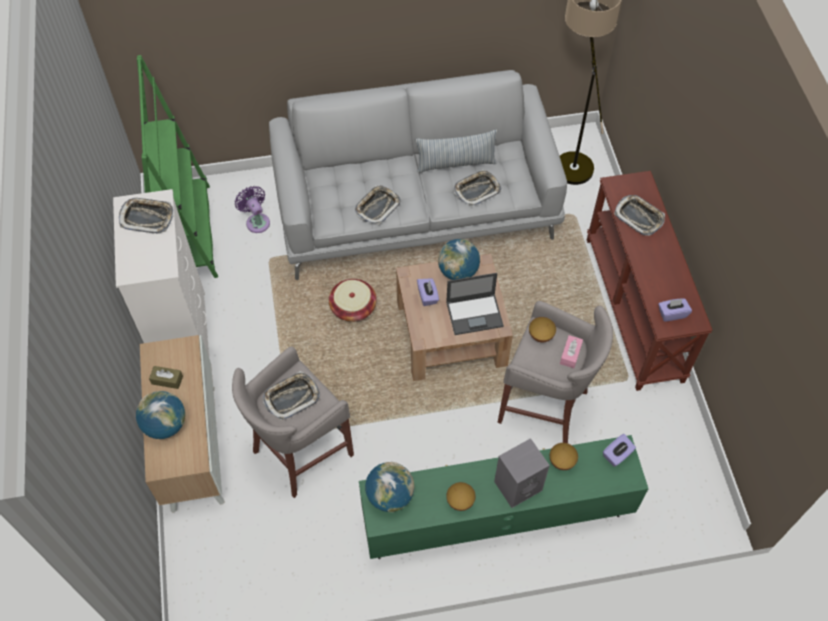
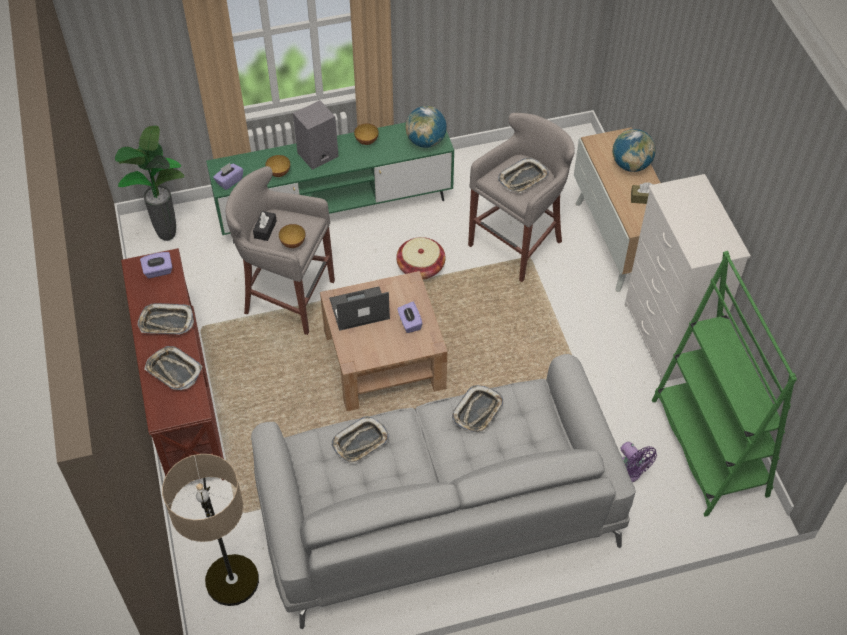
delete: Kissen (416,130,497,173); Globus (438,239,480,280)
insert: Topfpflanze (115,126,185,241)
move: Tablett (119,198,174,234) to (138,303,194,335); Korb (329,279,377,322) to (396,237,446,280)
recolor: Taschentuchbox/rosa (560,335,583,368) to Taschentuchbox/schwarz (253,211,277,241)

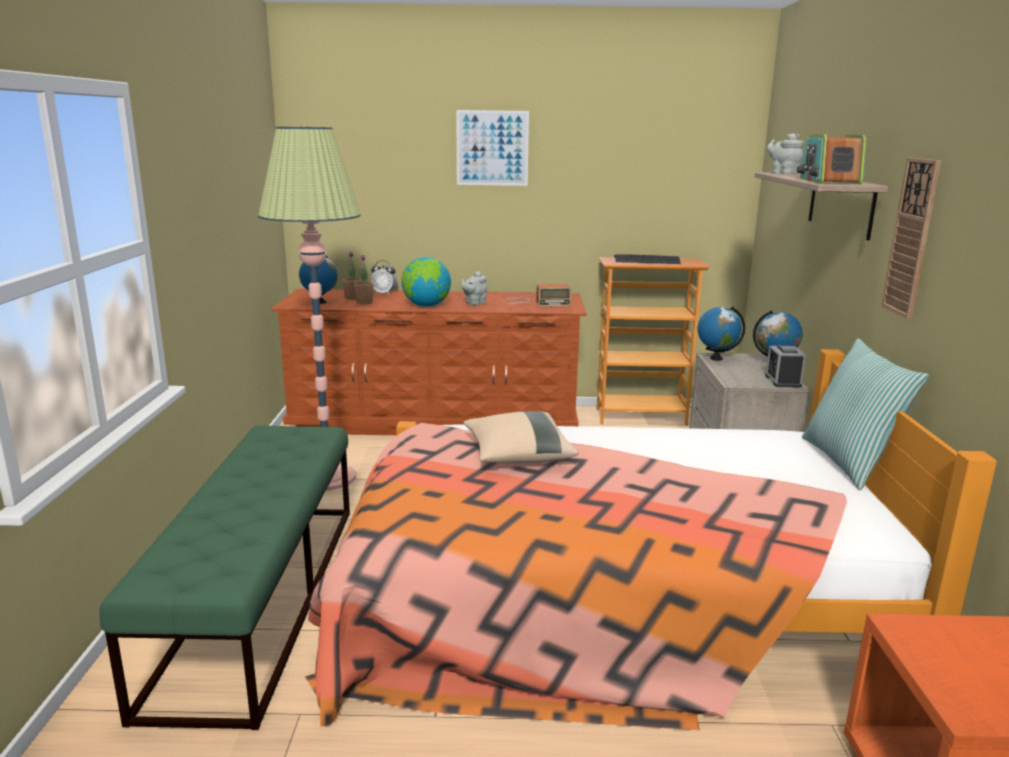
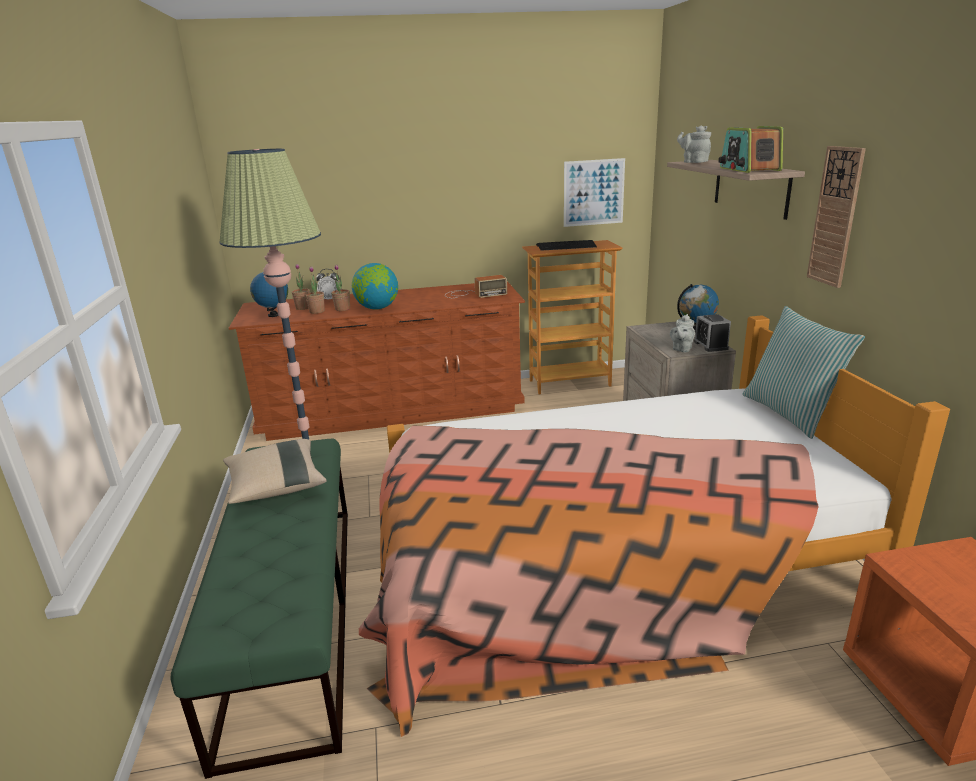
delete: Globus (697,306,745,361)
insert: Topfpflanze (331,265,350,311)
move: Bild (456,110,529,186) to (564,158,625,227); Teekanne/grau (461,271,487,305) to (670,314,695,352); Kissen/beige (463,411,579,464) to (223,439,327,504)

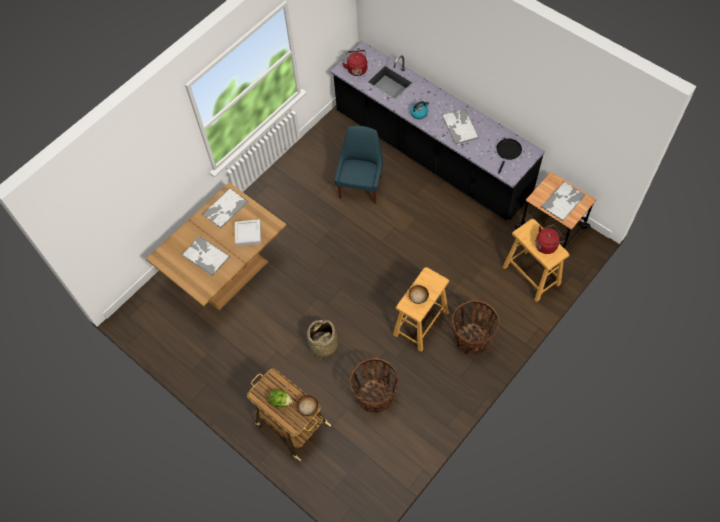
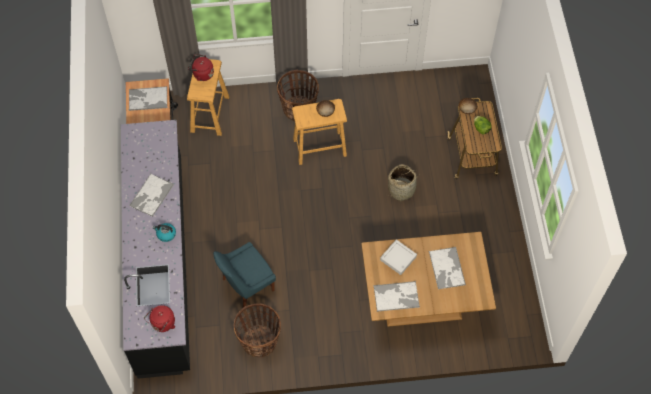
delete: Pfanne/schwarz (496,139,522,174)
move: Korb (350,358,398,413) to (234,303,281,358)

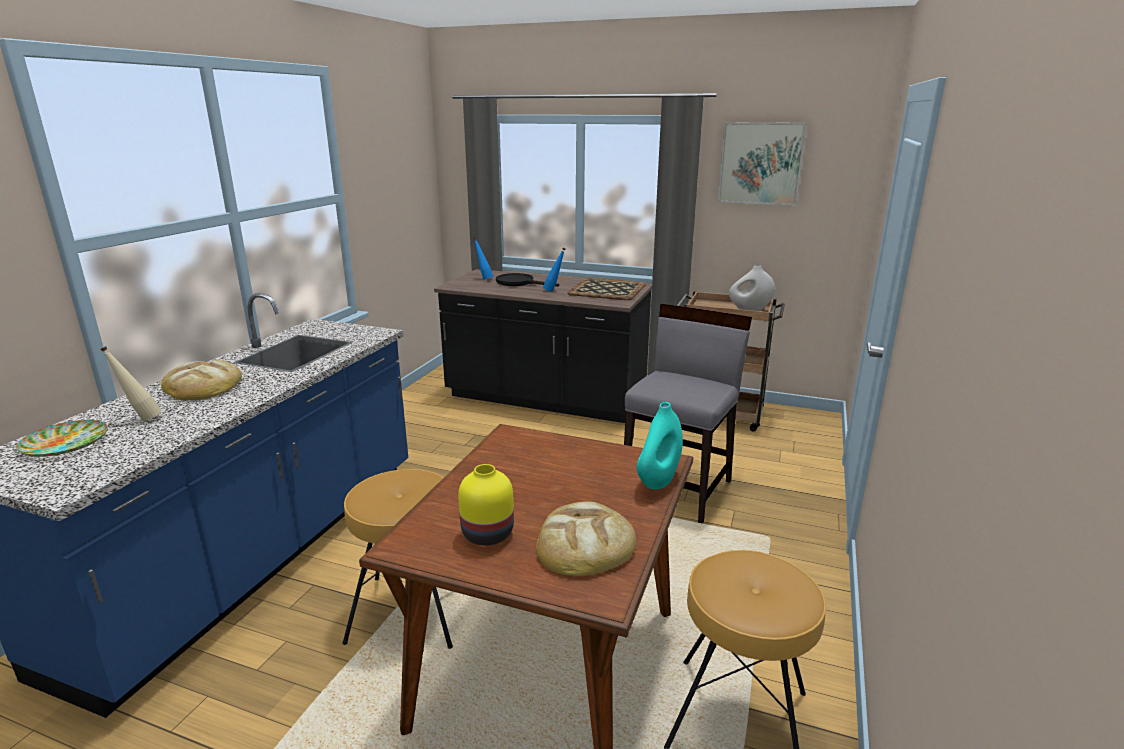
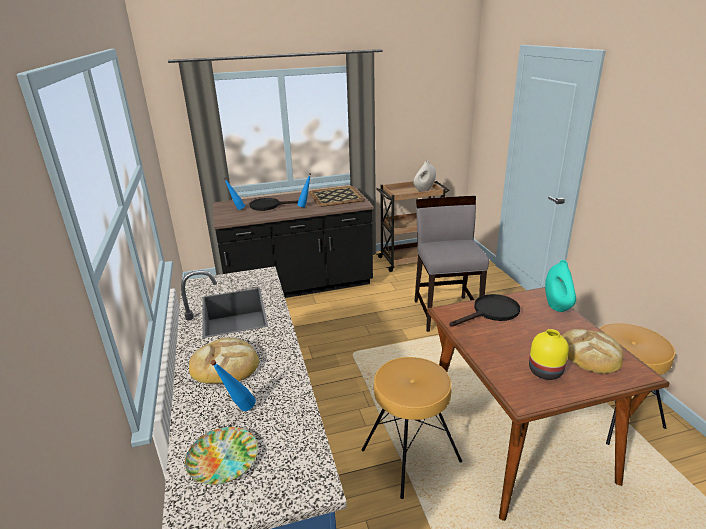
delete: Bild (718,122,807,206)
insert: Pfanne/schwarz (449,294,520,327)
recolor: Flasche/beige (100,346,162,421) to Flasche/blau (210,360,256,411)

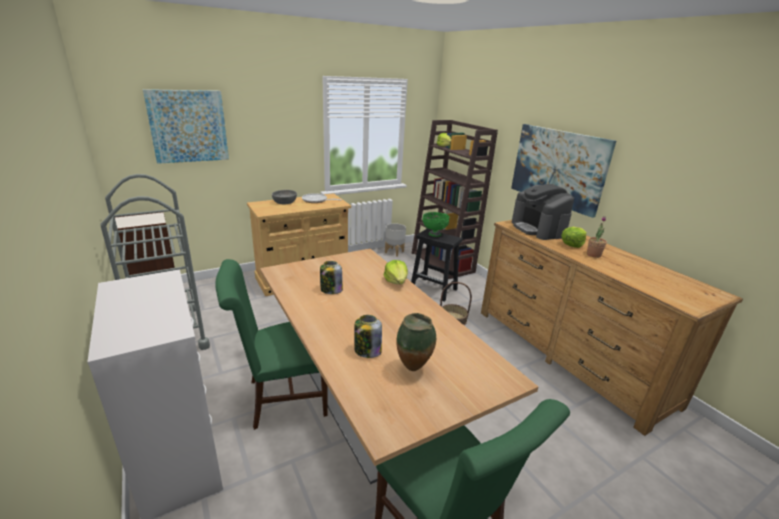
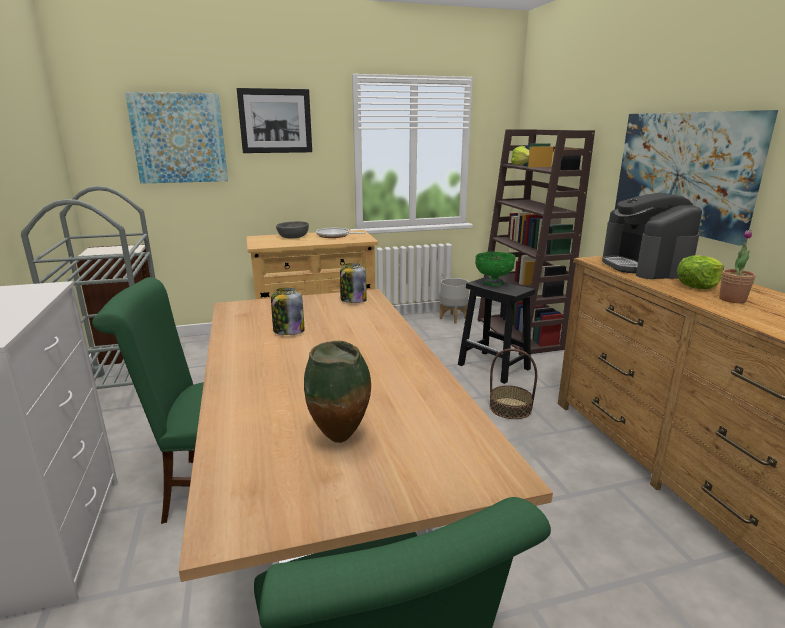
delete: Salatkopf (384,260,408,284)
insert: Bild (237,88,312,153)
move: Vorratsglas (354,315,382,358) to (340,263,367,303)

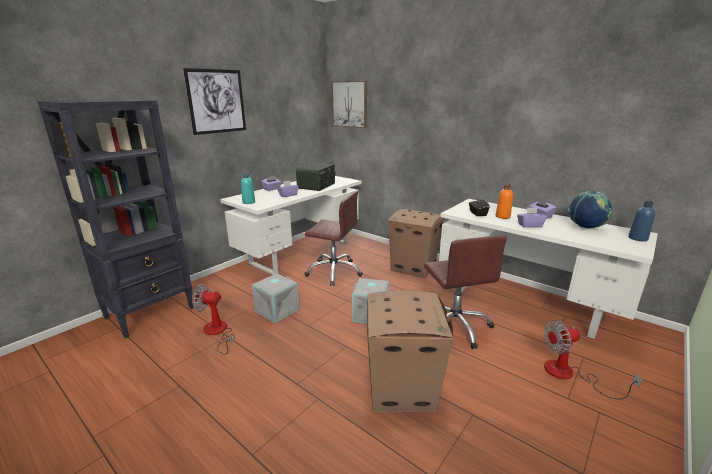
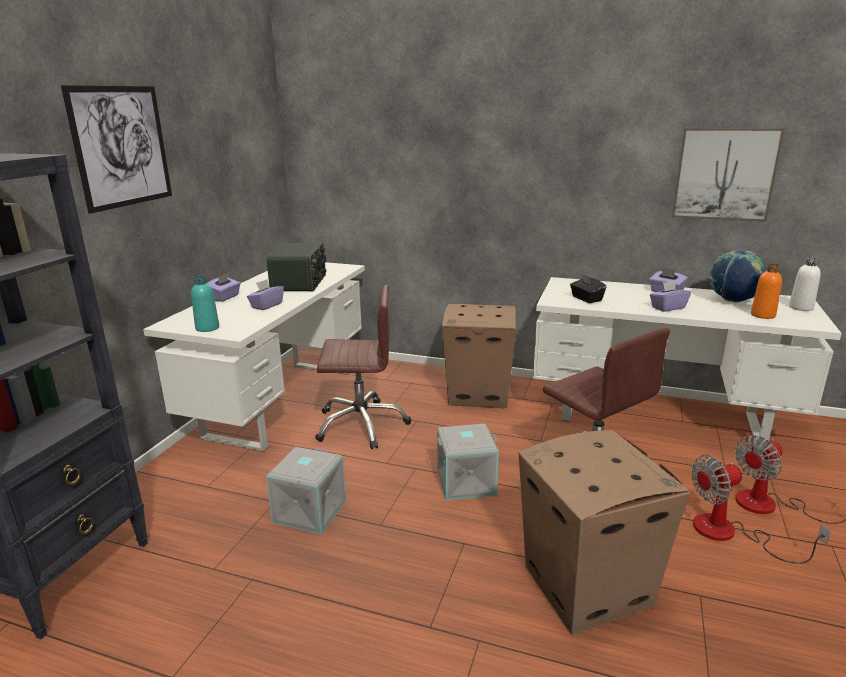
move: Bild (331,81,367,128) to (672,128,785,222); Flasche/orange (496,184,513,219) to (751,264,782,319); Ventilator (192,283,235,354) to (691,455,831,564)
recolor: Flasche/blau (628,201,655,241) to Flasche/weiß (789,257,821,311)

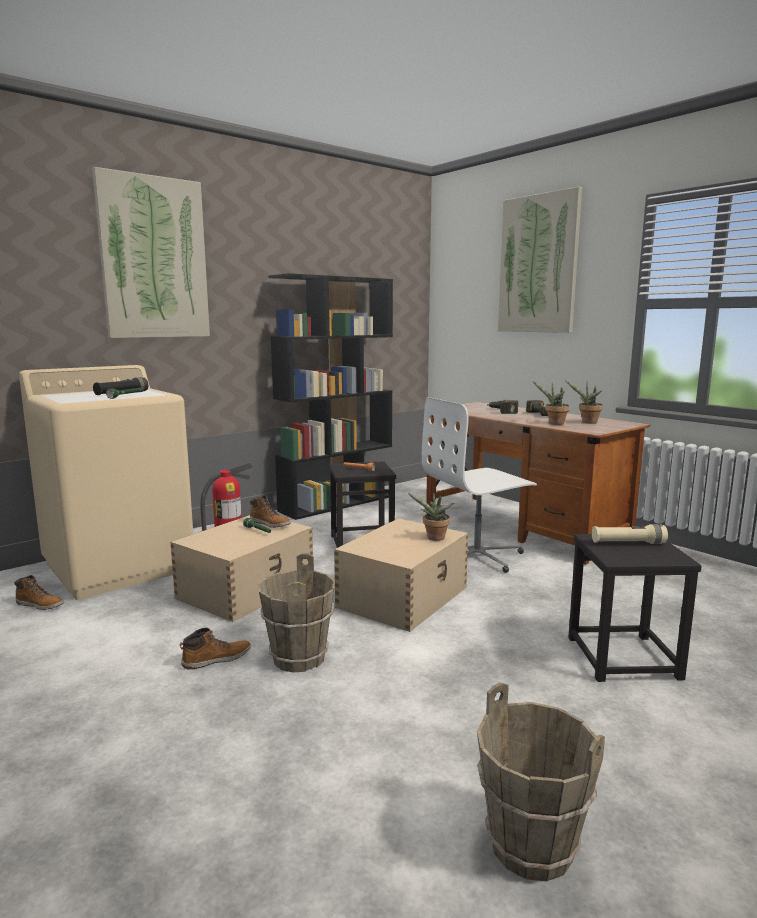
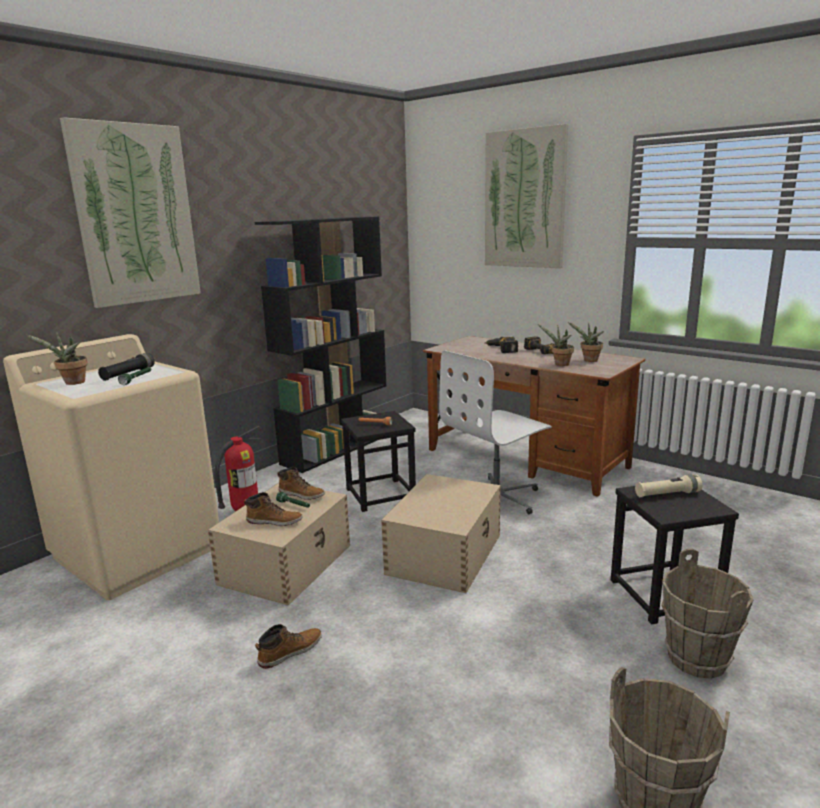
move: Topfpflanze (408,492,454,541) to (26,332,88,385); Eimer/braun (258,553,335,673) to (661,549,754,679); Stiefel (14,575,64,610) to (244,492,303,526)

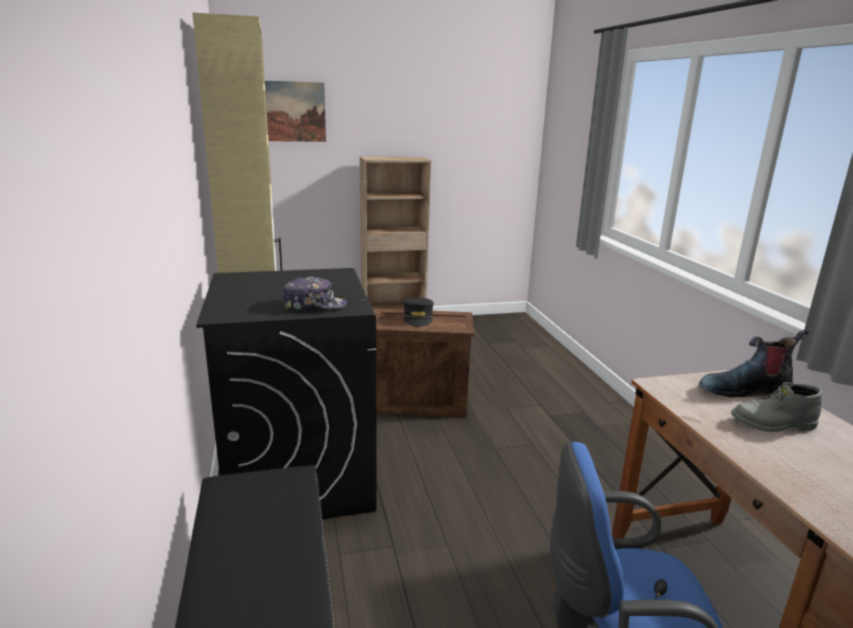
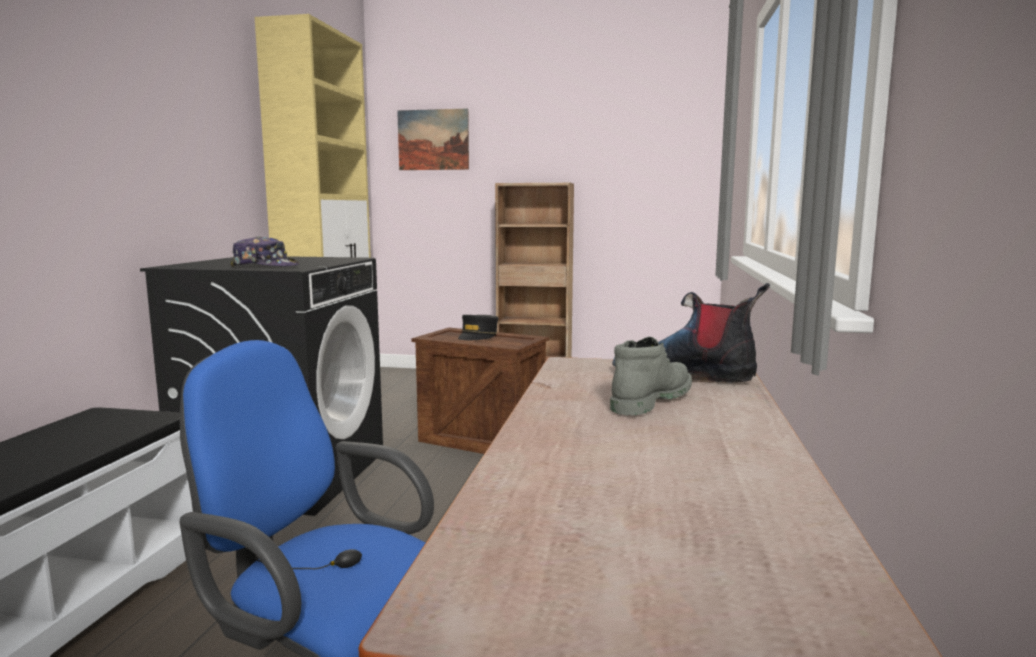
rotate: Stiefel/grau (731,382,823,432) = (610,337,692,415) 105 degrees clockwise

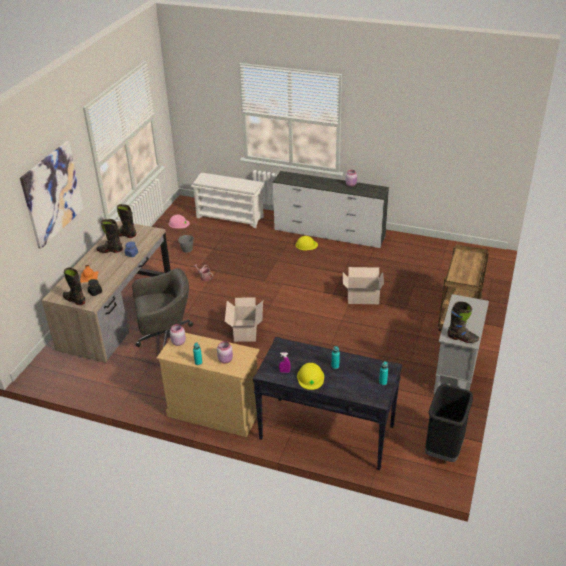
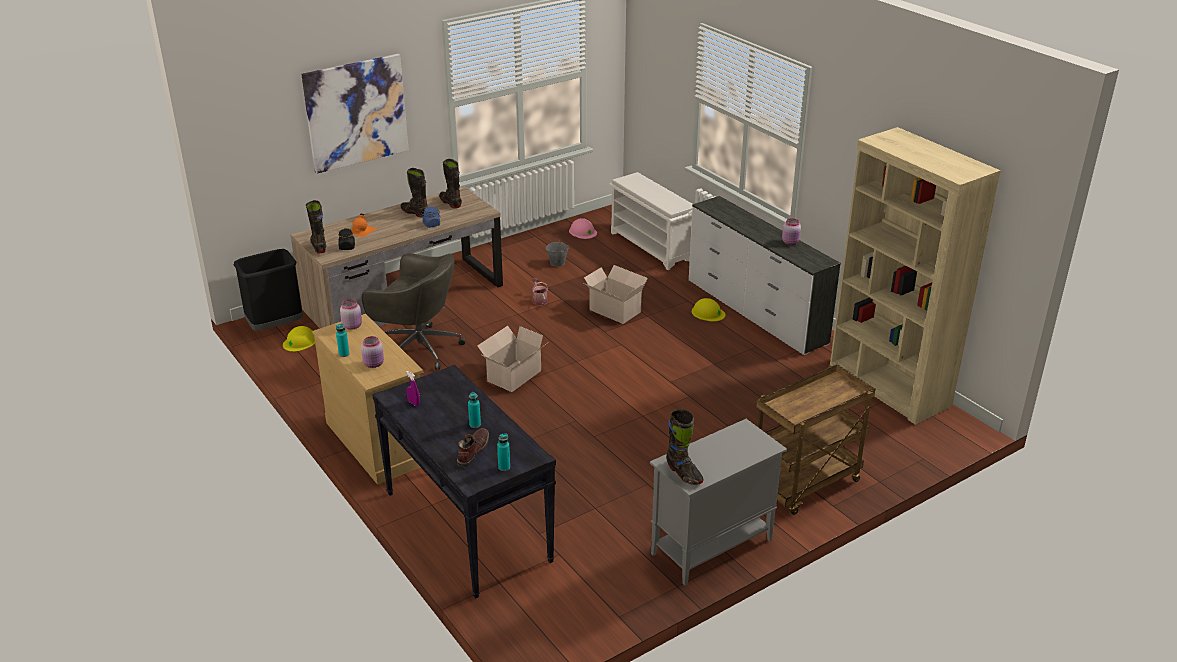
insert: Bücherregal/beige (830,127,1001,425); Stiefel/braun (457,428,489,467)
move: Karton (343,267,384,304) to (584,265,648,324); Schutzhelm/gelb (297,363,324,390) to (283,326,315,352); Mülleimer/schwarz (425,384,473,462) to (234,249,303,331)

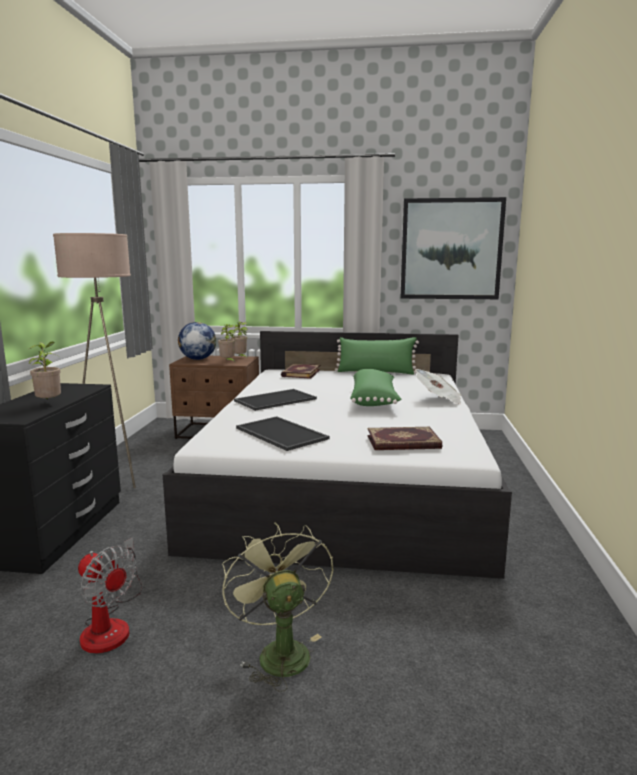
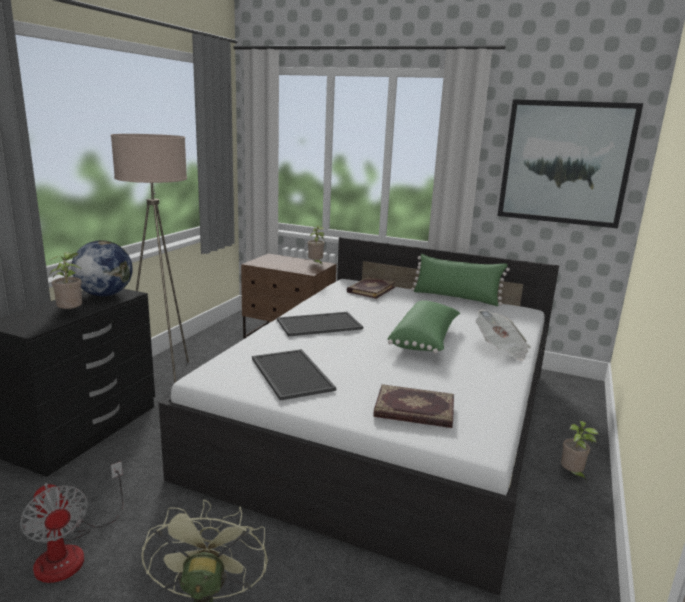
move: Globus (178,322,216,360) to (71,240,133,296); Topfpflanze (218,324,235,362) to (561,421,598,480)

